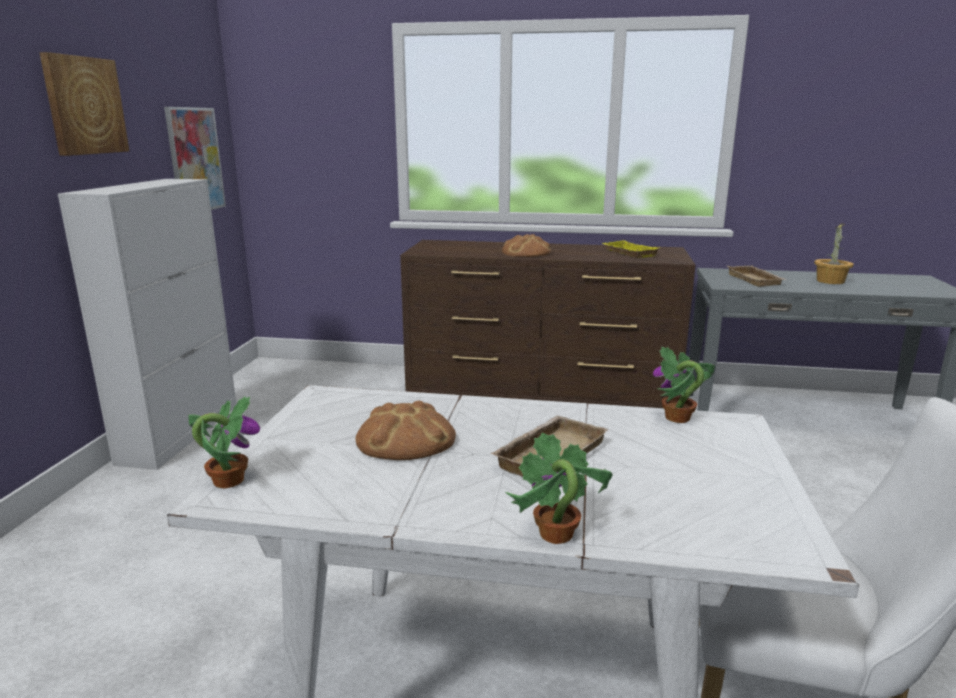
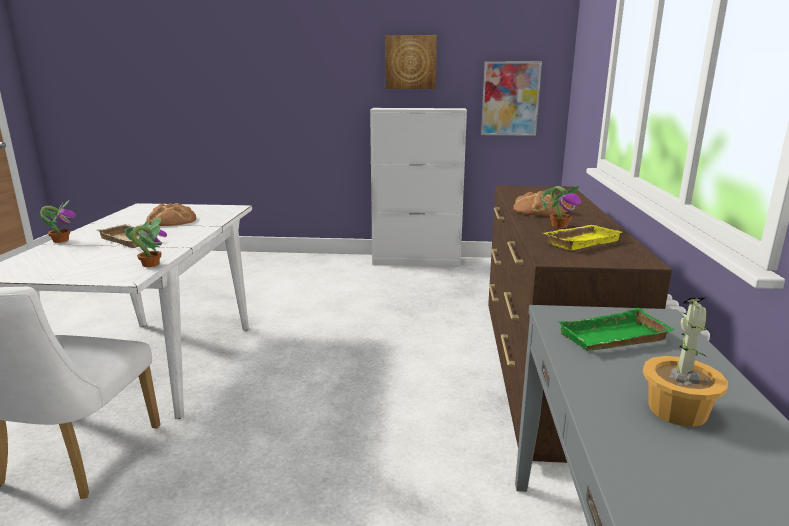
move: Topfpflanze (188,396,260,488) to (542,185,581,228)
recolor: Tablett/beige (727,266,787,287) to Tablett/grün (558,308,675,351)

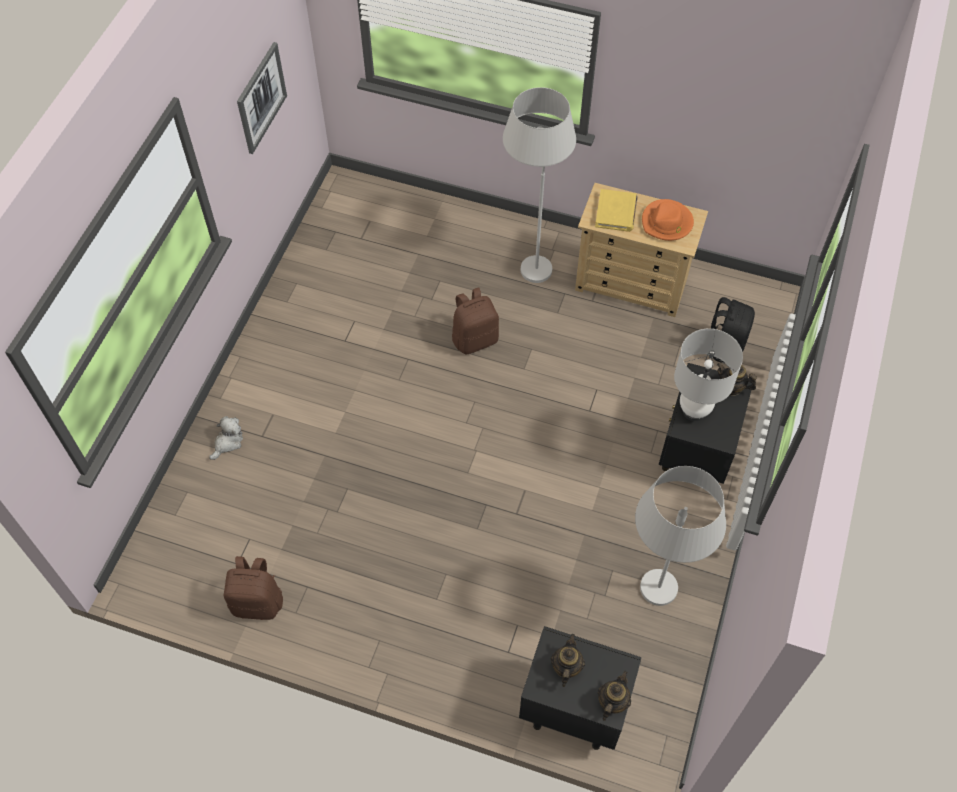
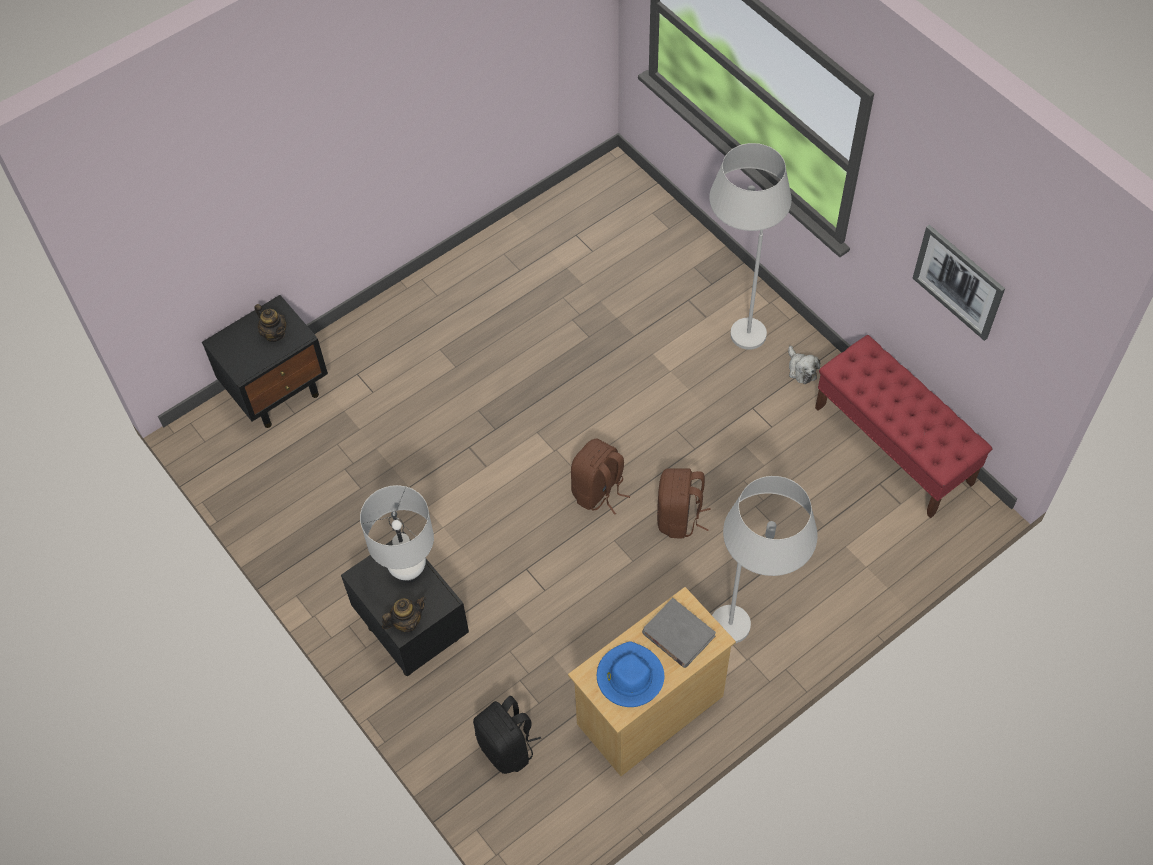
delete: Teekanne (598,671,631,721)
insert: Bank/rot (815,335,993,518)
move: Plüschtier (209,416,243,460) to (788,346,820,384); Stehlampe/weiß (635,466,726,606) to (709,143,792,350); Rucksack/braun (224,556,283,620) to (571,439,630,515)
recolor: Buch/gelb (595,189,638,232) to Buch/grau (642,598,716,668); Hut/orange (642,199,694,241) to Hut/blau (597,641,664,707)

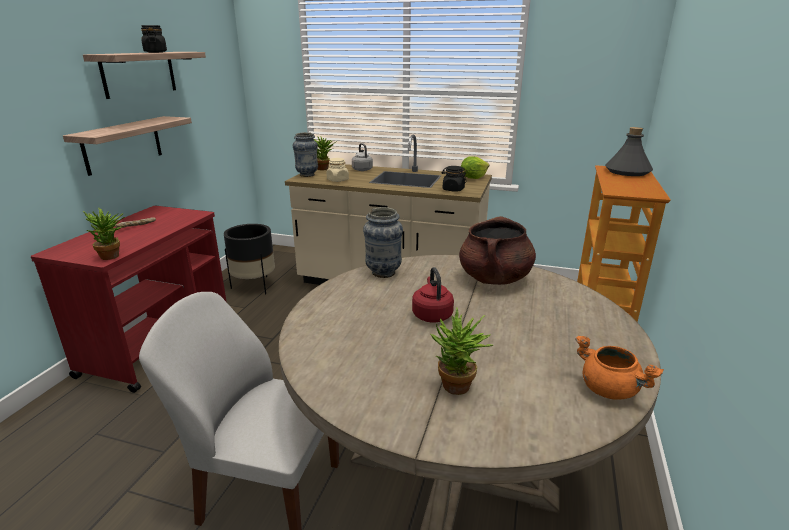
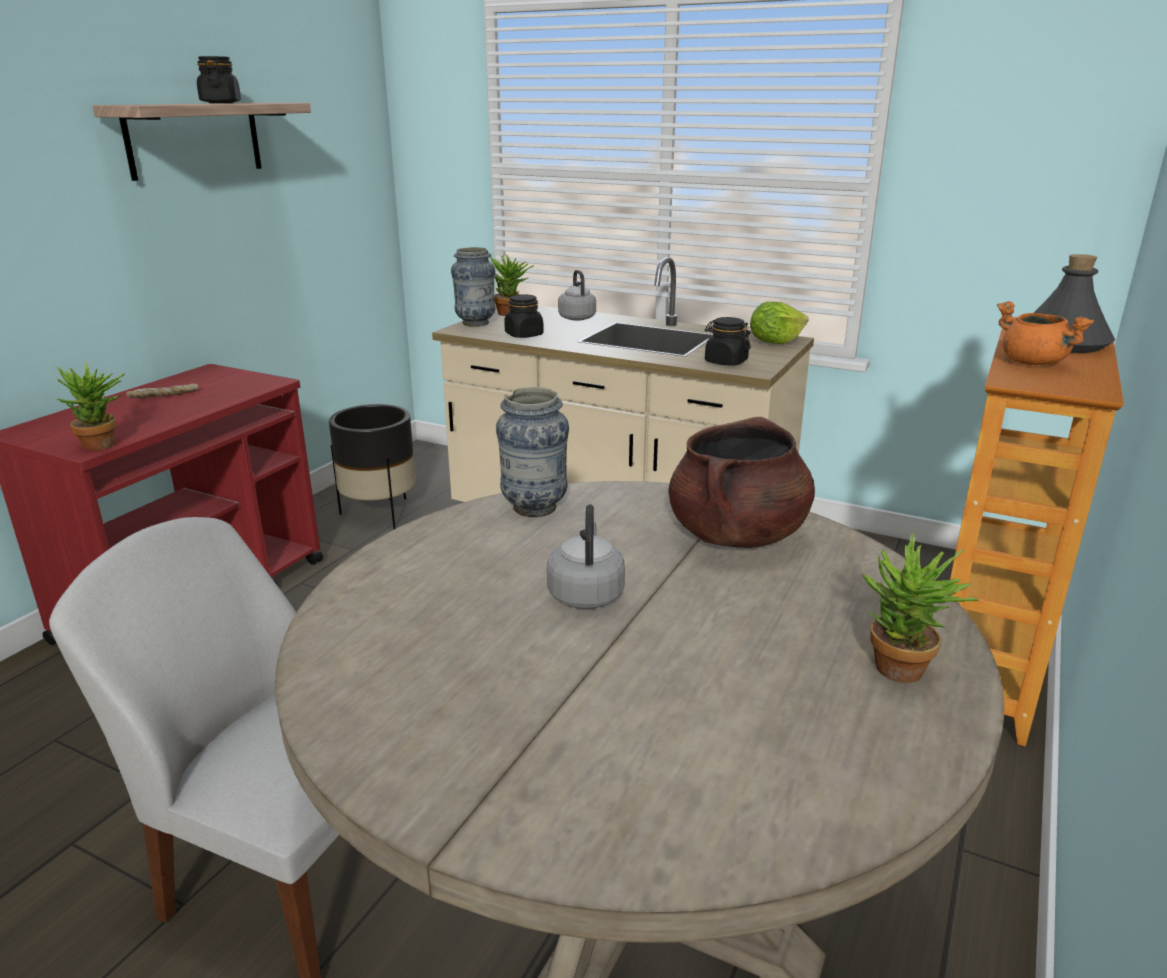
delete: Wandregal (63,116,192,176)
move: Topfpflanze (431,308,493,395) to (862,533,979,683); Kochtopf/orange (575,336,664,399) to (997,301,1094,365)
recolor: Vorratsglas/beige (327,158,349,182) to Vorratsglas/schwarz (504,294,544,338); Wasserkessel/rot (412,267,454,322) to Wasserkessel/grau (547,505,625,609)

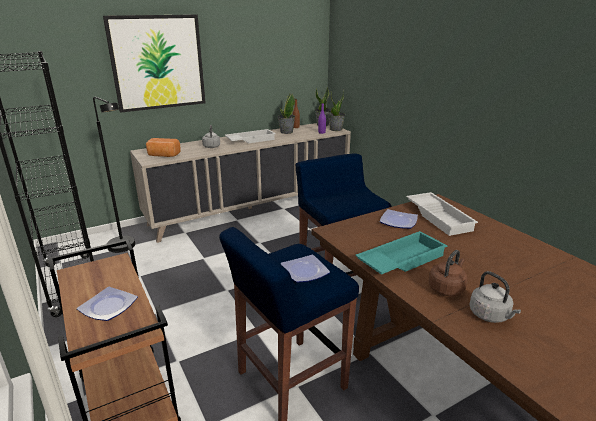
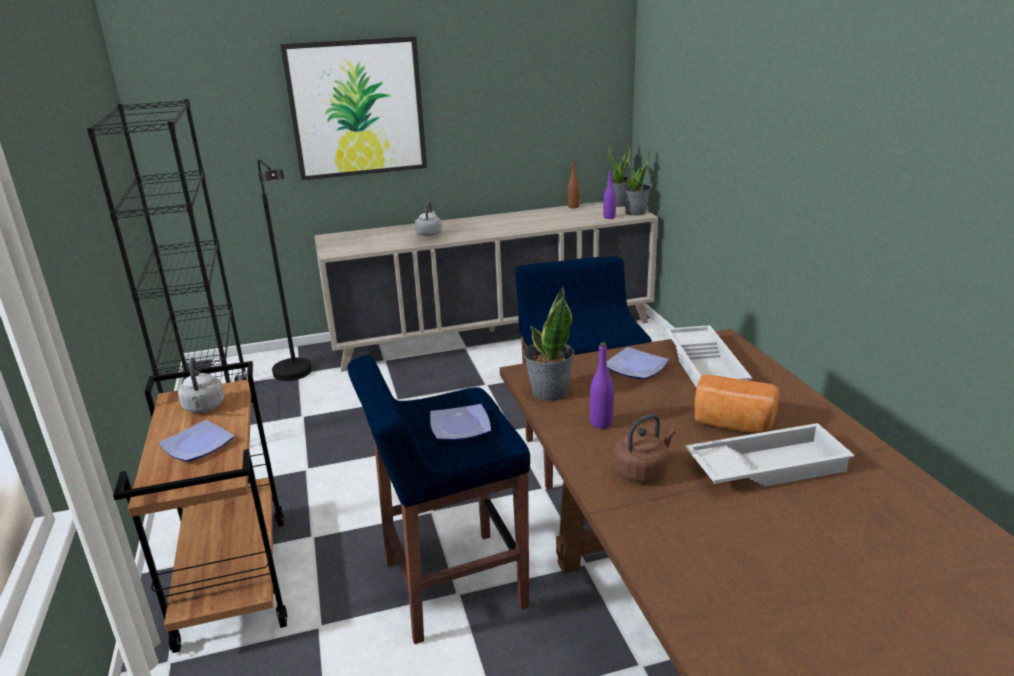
move: Topfpflanze (277,93,295,134) to (523,287,574,401); Tablett/weiß (225,129,276,143) to (685,423,855,487); Brot (146,138,181,157) to (695,374,779,433); Wasserkessel/grau (469,271,521,323) to (178,357,225,413)
replace: Tablett/türkis (355,231,447,275) to Flasche/lila (590,342,614,429)

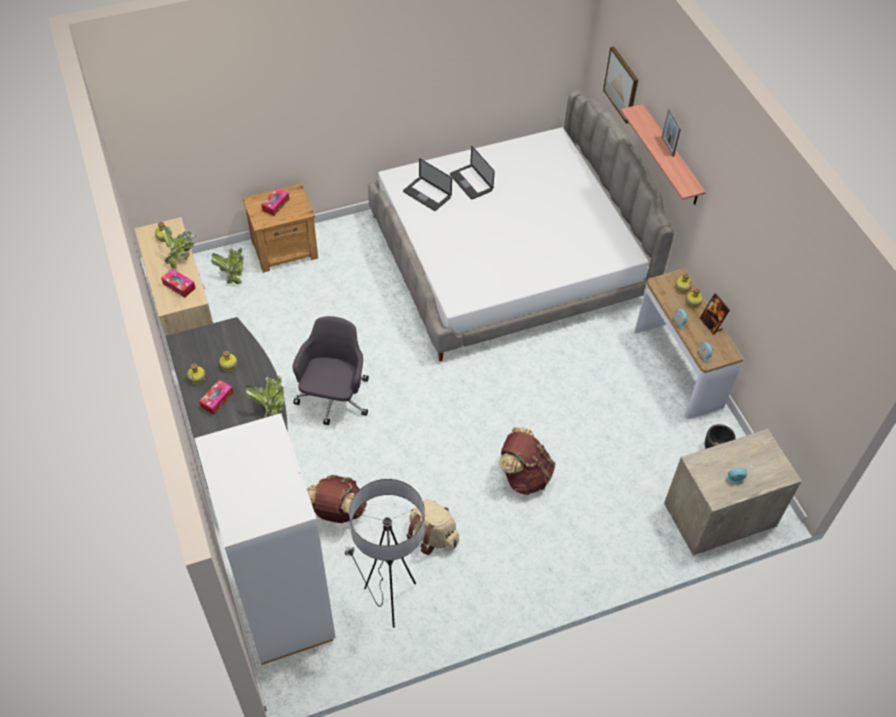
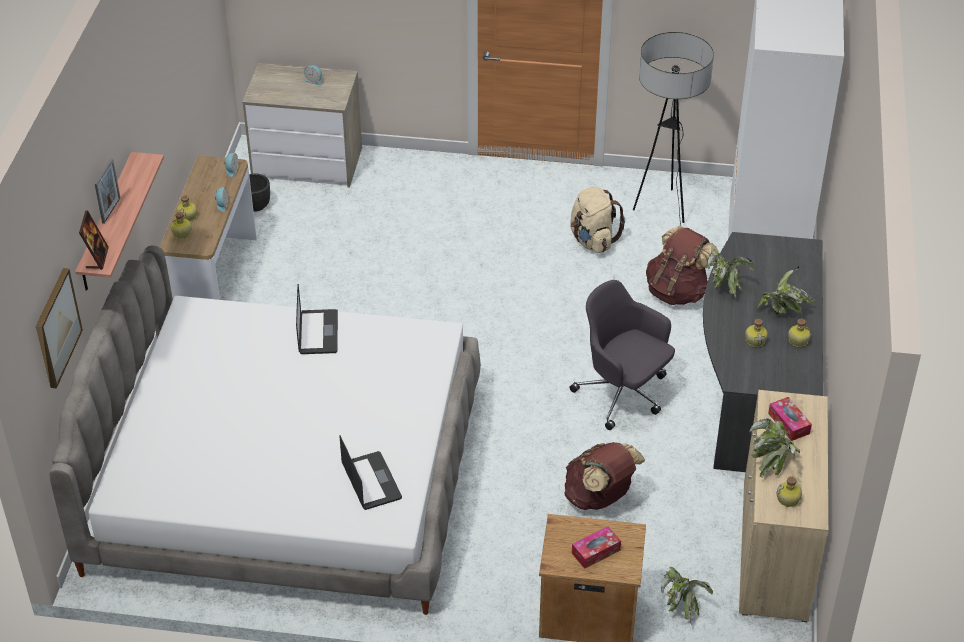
move: Laptop (450,146,495,200) to (296,284,338,354); Bilderrahmen (700,293,730,335) to (79,210,109,270); Rucksack/braun (499,428,555,495) to (564,442,645,510)
replace: Taschentuchbox (199,380,234,415) to Topfpflanze (757,266,815,315)
rotate: Bürostuhl/grau (292,316,369,425) = (570,280,675,430) 90 degrees clockwise

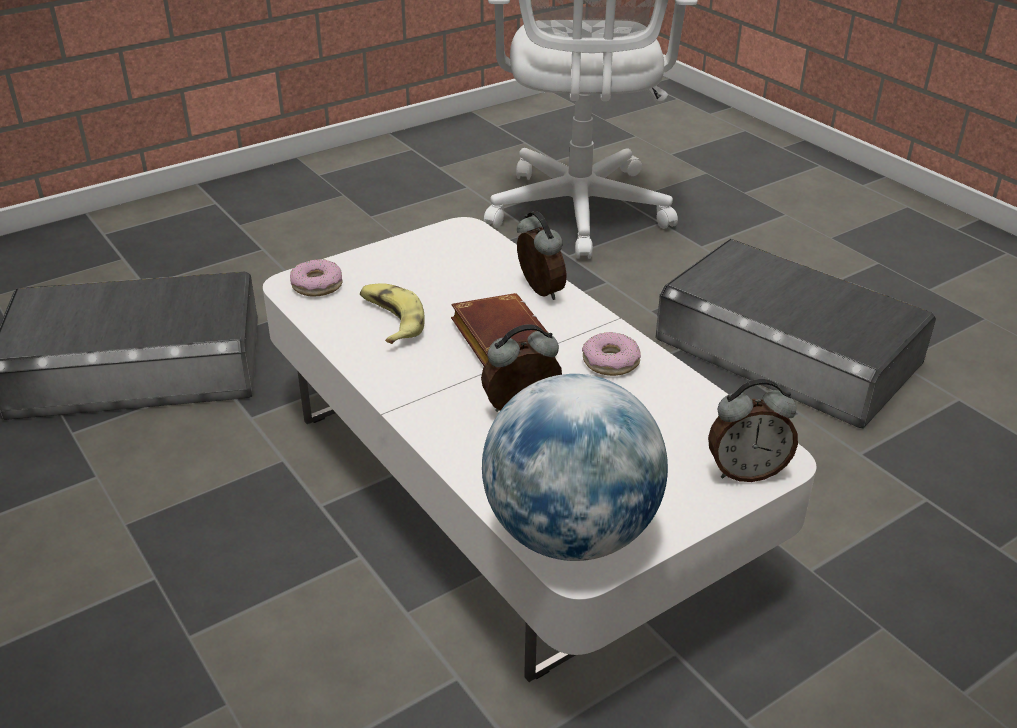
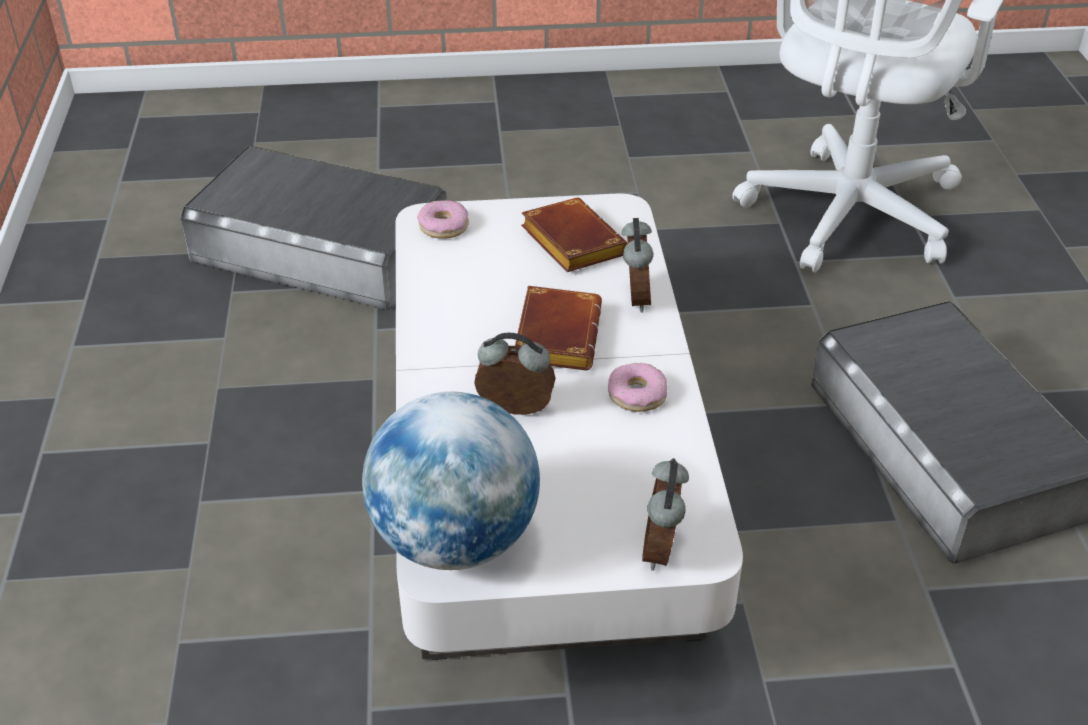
delete: Banane (360,283,425,344)
insert: Buch/braun (521,197,628,272)
rotate: Wecker (708,379,798,482) = (642,458,689,571) 75 degrees clockwise

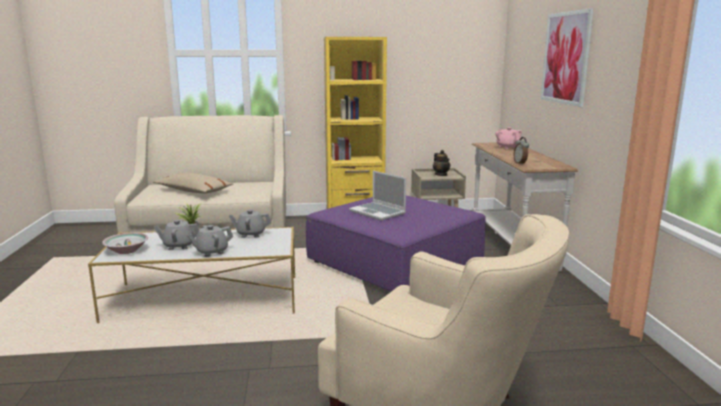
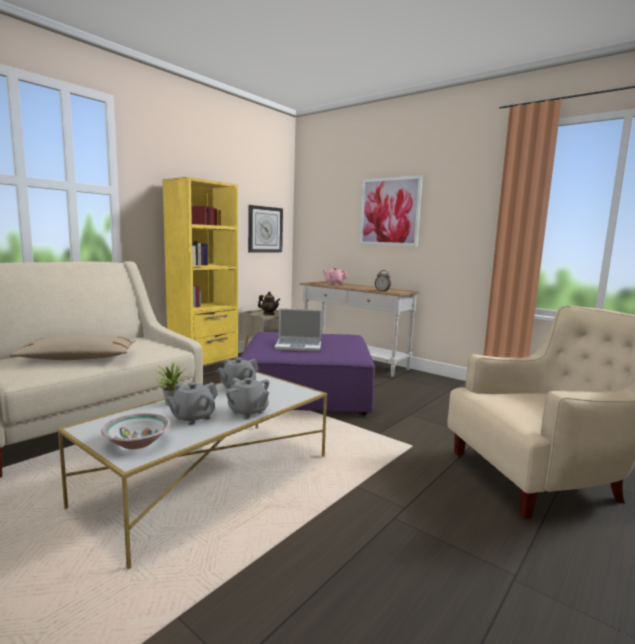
insert: Wanduhr (248,205,283,253)
rotate: Teekanne/grau (187,225,233,257) = (226,378,269,419) 60 degrees counterclockwise

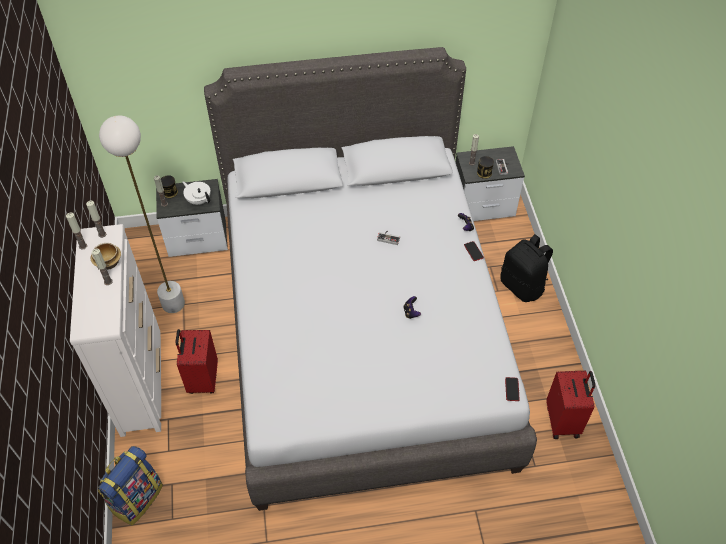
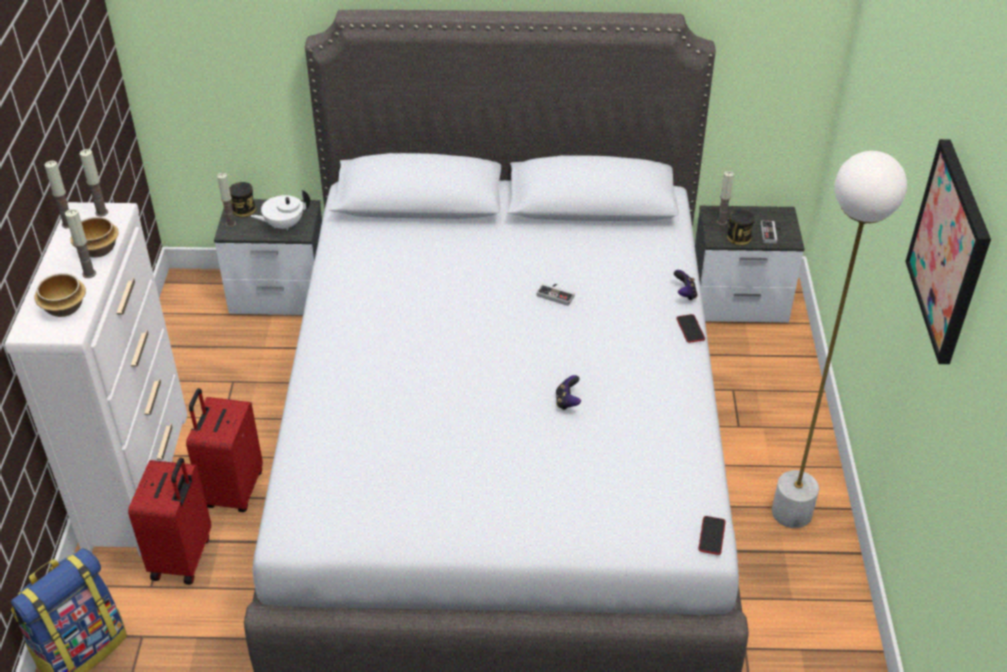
delete: Rucksack/schwarz (500,234,553,302)
insert: Bild (905,139,991,364); Schüssel (34,273,86,317)
move: Stehlampe/weiß (99,115,185,313) to (772,151,907,528); Koffer/rot (546,370,595,439) to (128,457,211,585)
rotate: Teekanne/weiß (183,181,211,205) = (251,190,310,231) 75 degrees counterclockwise

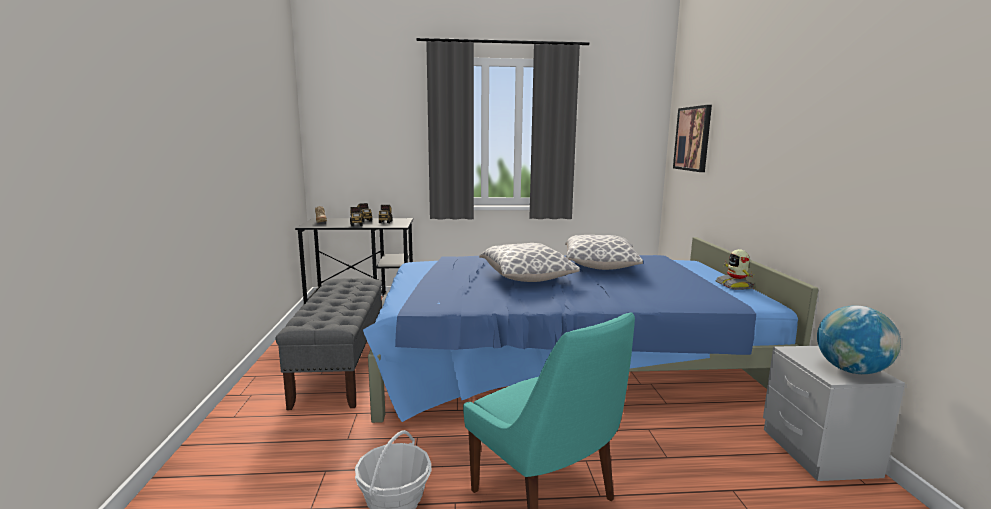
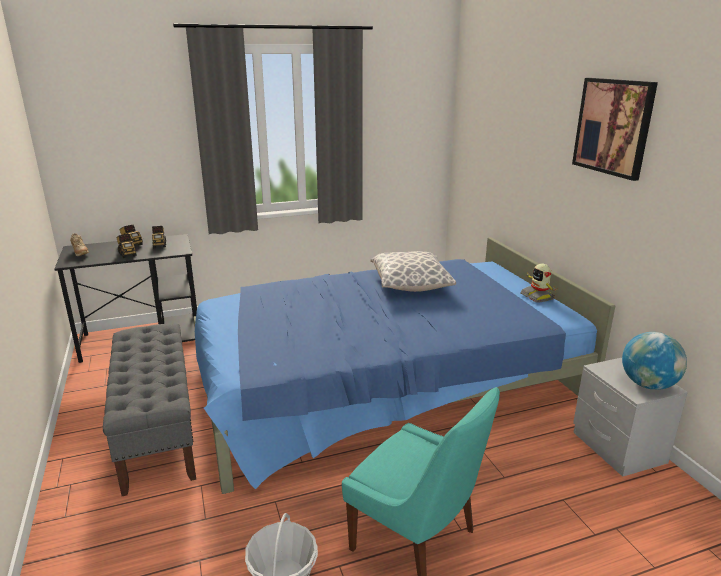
delete: Kissen (479,243,580,282)
move: Bild (673,105,712,172) to (572,78,658,181)

